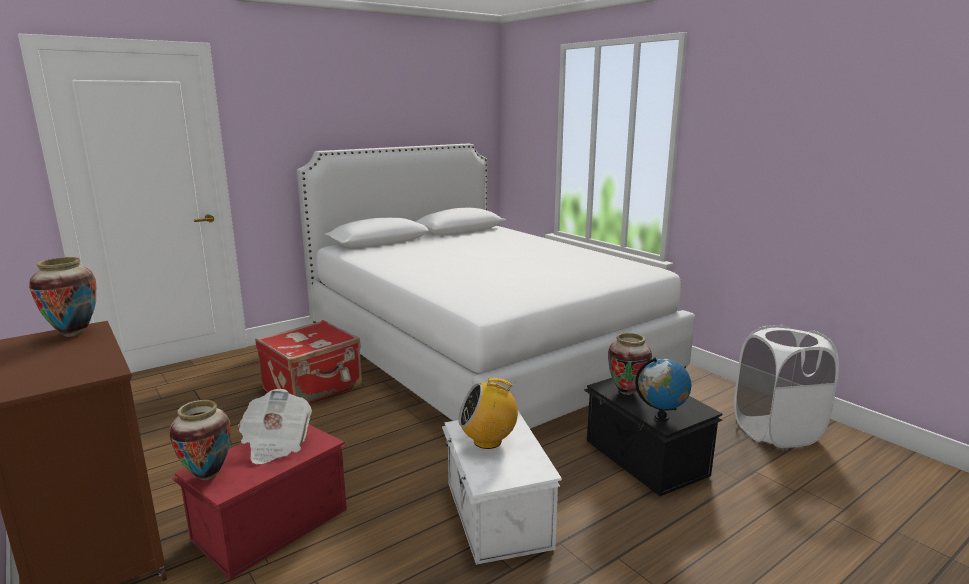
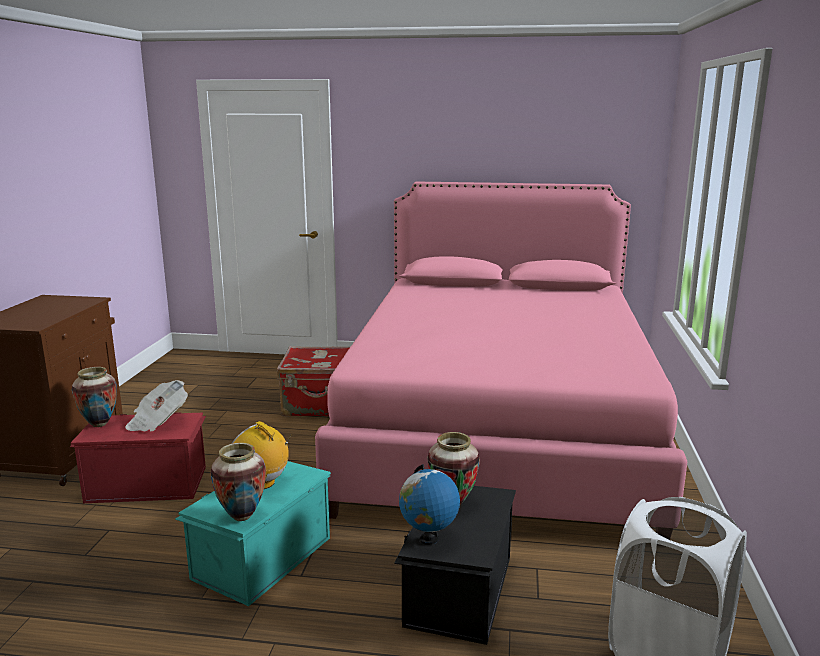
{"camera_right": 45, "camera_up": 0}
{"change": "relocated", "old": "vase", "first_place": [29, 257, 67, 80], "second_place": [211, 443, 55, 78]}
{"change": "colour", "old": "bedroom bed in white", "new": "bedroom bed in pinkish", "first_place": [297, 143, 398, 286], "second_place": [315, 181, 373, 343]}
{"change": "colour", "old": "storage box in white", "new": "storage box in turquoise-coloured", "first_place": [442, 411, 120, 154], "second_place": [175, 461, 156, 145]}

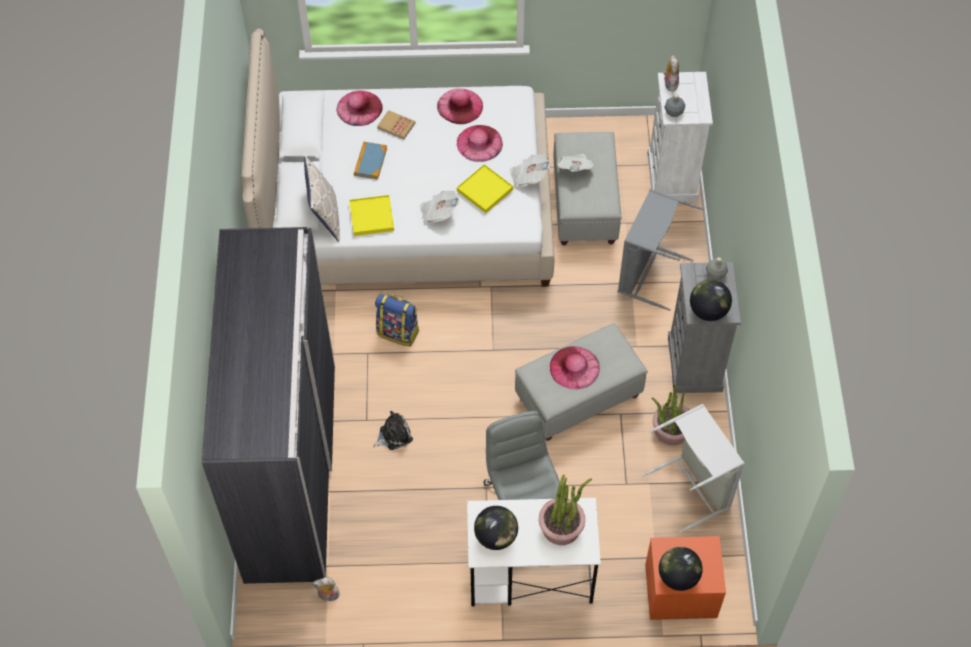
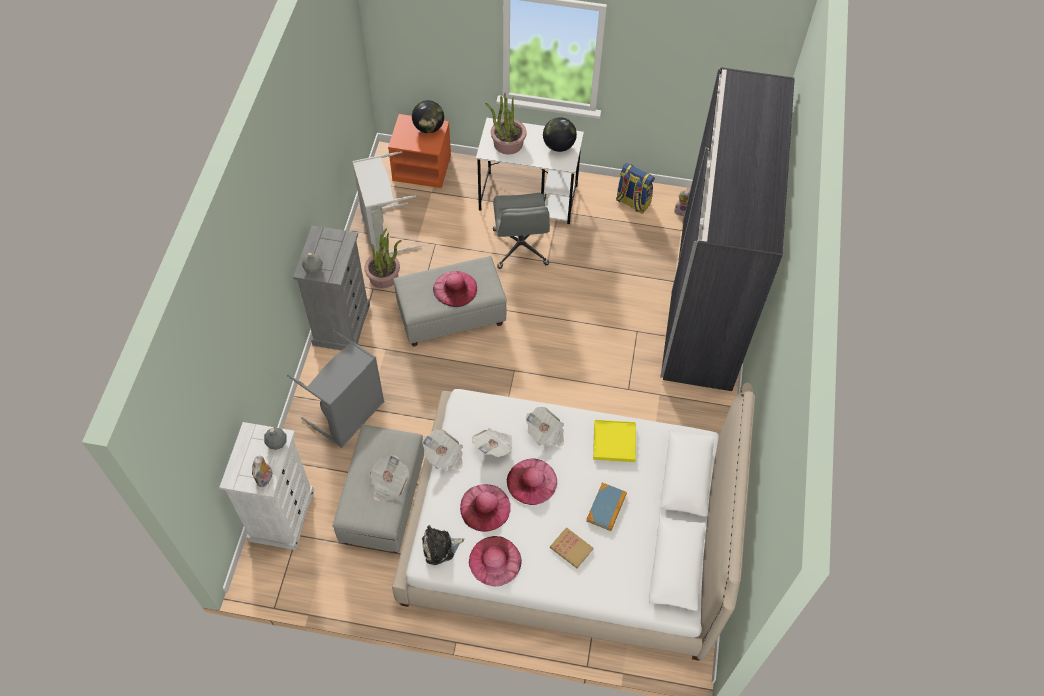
{"camera_right": -170, "camera_up": 0}
{"change": "missing", "old": "throw pillow", "first_place": [304, 156, 36, 86]}
{"change": "missing", "old": "desk globe", "first_place": [690, 279, 42, 42]}
{"change": "relocated", "old": "hat in pinkish", "first_place": [337, 91, 46, 35], "second_place": [507, 458, 50, 47]}
{"change": "relocated", "old": "cuddly toy", "first_place": [373, 411, 40, 39], "second_place": [422, 525, 42, 40]}
{"change": "relocated", "old": "rucksack", "first_place": [375, 294, 44, 53], "second_place": [616, 163, 39, 51]}
{"change": "exchanged", "old": "serving tray in yellow", "new": "newspaper", "first_place": [457, 164, 56, 49], "second_place": [472, 428, 40, 29]}

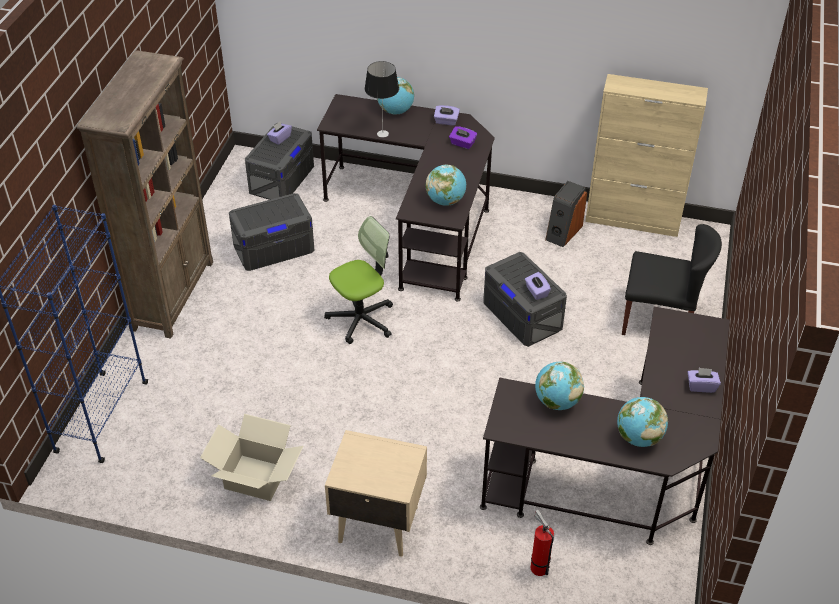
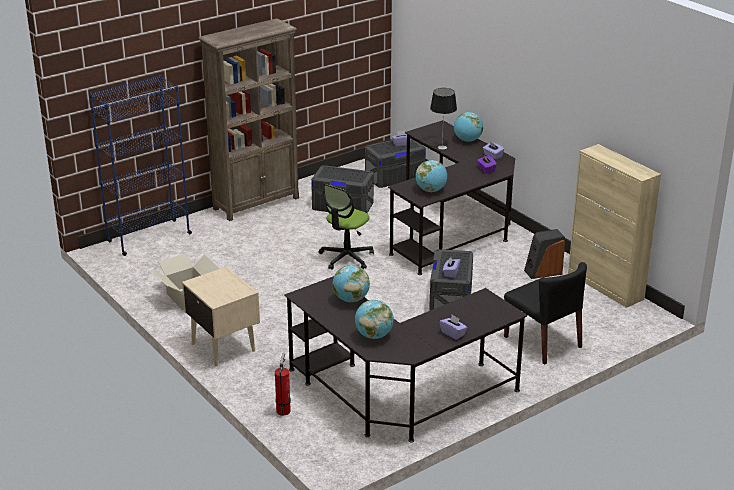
{"camera_right": 40, "camera_up": -15}
{"change": "spun", "old": "computer chair", "first_place": [324, 216, 69, 128], "second_place": [319, 184, 55, 86], "degrees": 120}

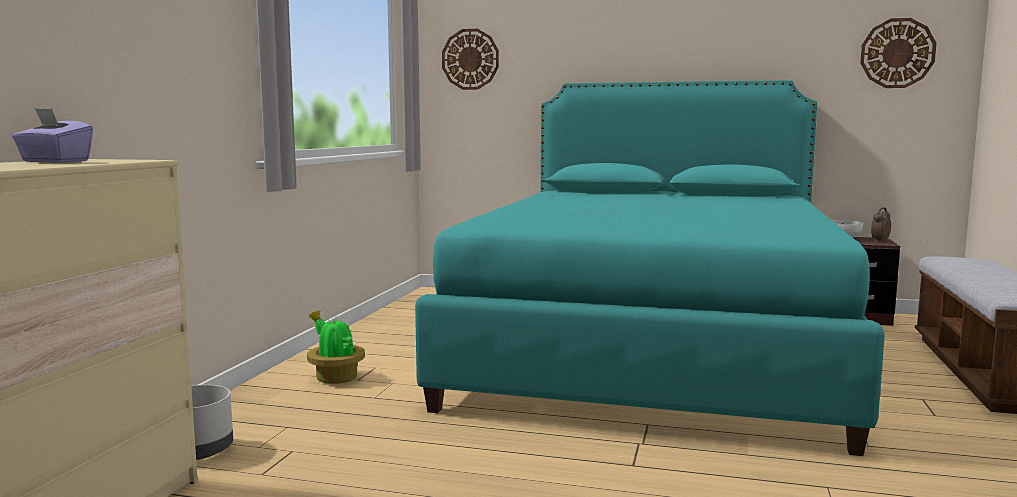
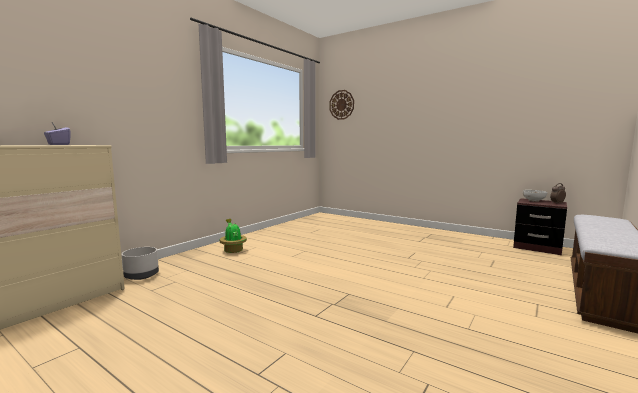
{"camera_right": 20, "camera_up": 0}
{"change": "missing", "old": "bedroom bed in turquoise-coloured", "first_place": [415, 80, 470, 376]}
{"change": "missing", "old": "hanging clock", "first_place": [860, 18, 76, 70]}

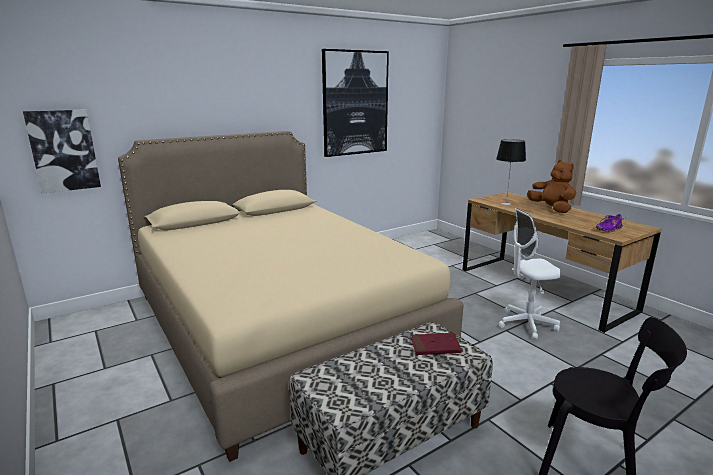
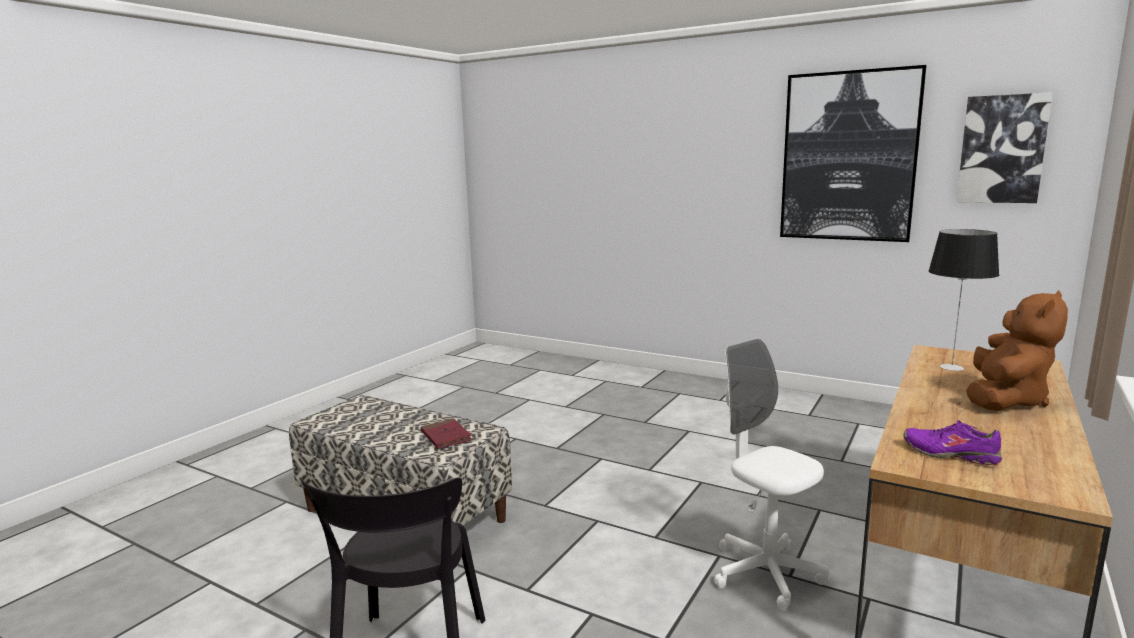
{"camera_right": 65, "camera_up": -5}
{"change": "missing", "old": "bedroom bed in beige-coloured", "first_place": [118, 131, 345, 331]}
{"change": "relocated", "old": "picture", "first_place": [23, 109, 78, 84], "second_place": [956, 92, 97, 111]}

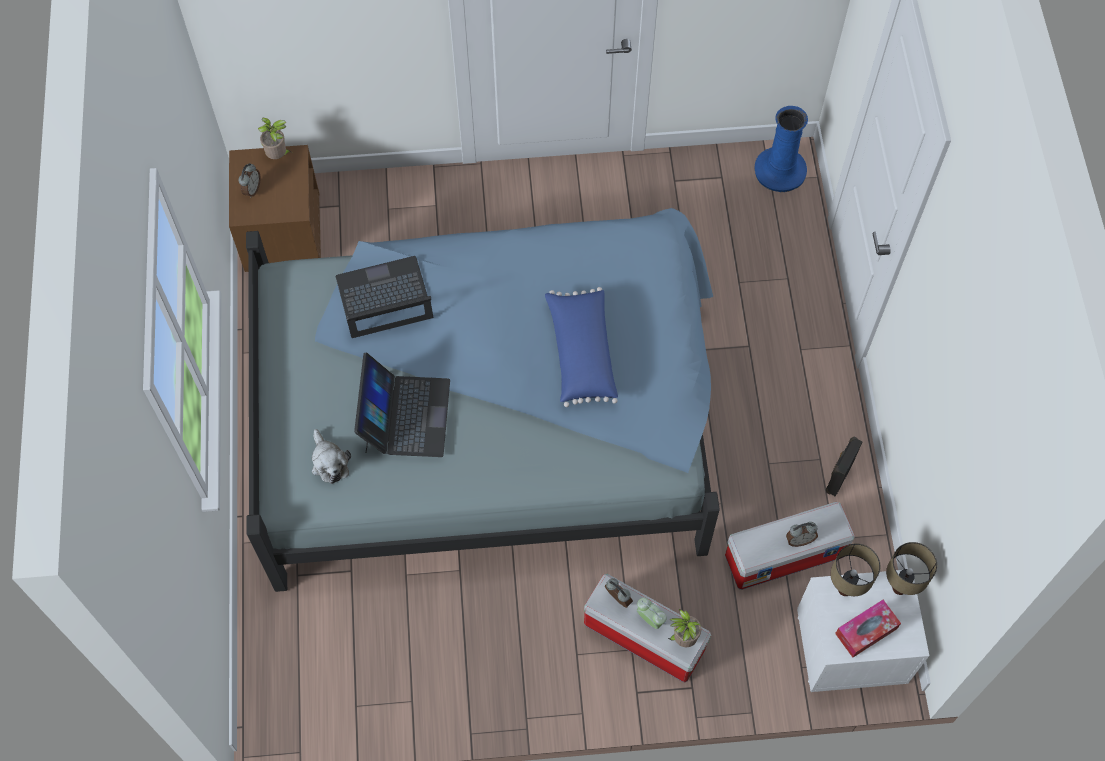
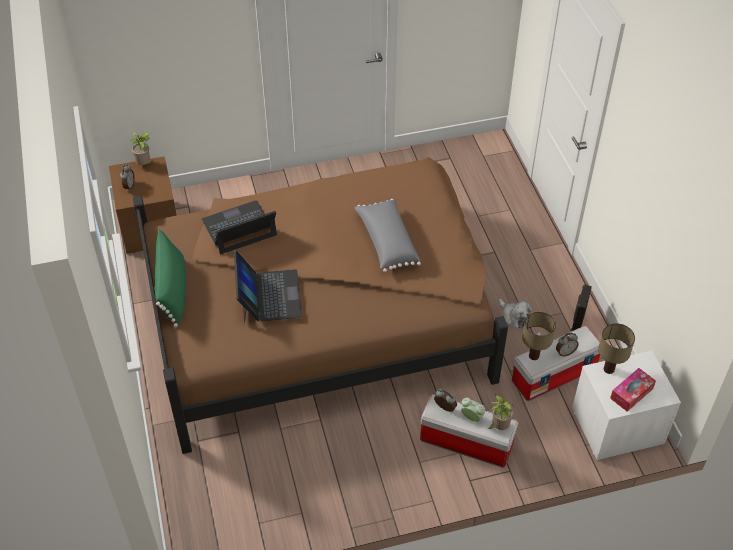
{"camera_right": -10, "camera_up": -15}
{"change": "missing", "old": "vase in bluish", "first_place": [755, 106, 53, 86]}
{"change": "appeared", "new": "throw pillow in green-coloured", "second_place": [155, 229, 31, 98]}
{"change": "relocated", "old": "cuddly toy", "first_place": [312, 429, 39, 55], "second_place": [499, 298, 33, 30]}
{"change": "relocated", "old": "tabletop lamp", "first_place": [886, 542, 51, 53], "second_place": [522, 312, 34, 48]}
{"change": "colour", "old": "bedroom bed in bluish", "new": "bedroom bed in brown-coloured", "first_place": [246, 208, 474, 384], "second_place": [133, 157, 375, 297]}
{"change": "colour", "old": "throw pillow in bluish", "new": "throw pillow in gray", "first_place": [545, 287, 73, 120], "second_place": [355, 199, 66, 73]}

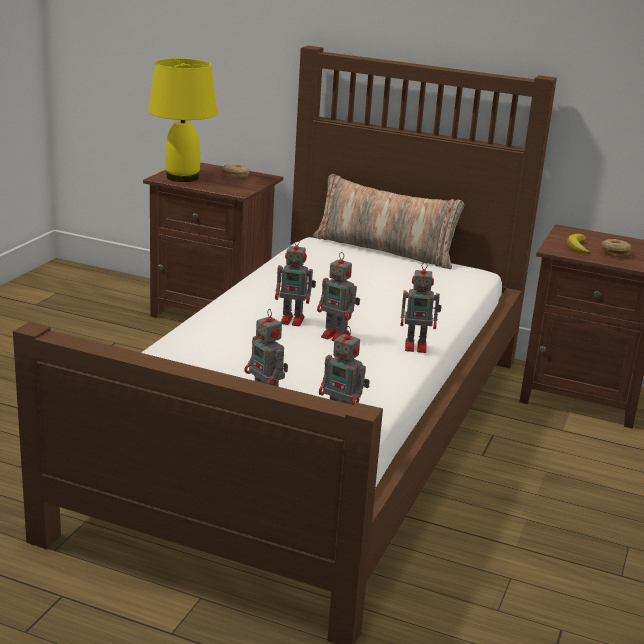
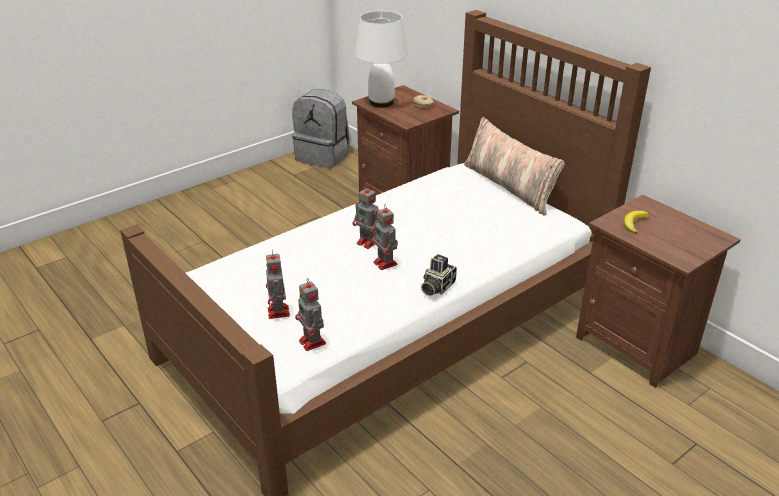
{"camera_right": 30, "camera_up": 10}
{"change": "missing", "old": "donut", "first_place": [601, 239, 30, 18]}
{"change": "appeared", "new": "rucksack in gray", "second_place": [292, 90, 58, 78]}
{"change": "exchanged", "old": "model robot", "new": "still camera", "first_place": [400, 262, 41, 91], "second_place": [421, 254, 36, 42]}
{"change": "colour", "old": "tabletop lamp in yellow", "new": "tabletop lamp in white", "first_place": [148, 58, 69, 124], "second_place": [355, 11, 52, 97]}

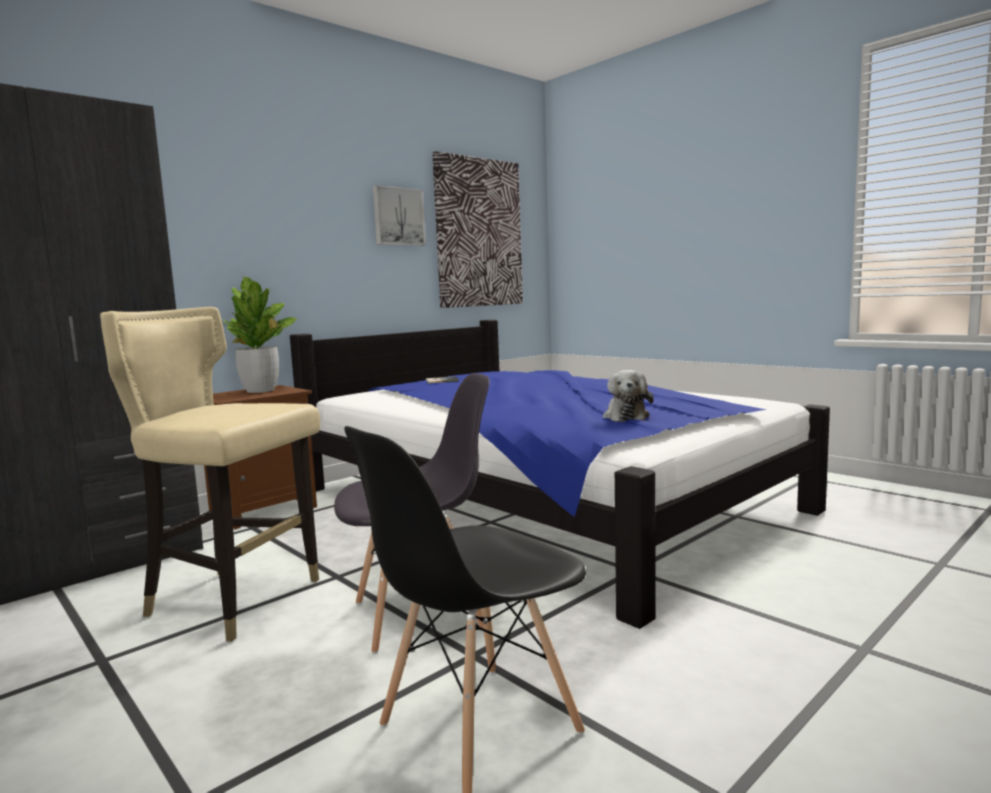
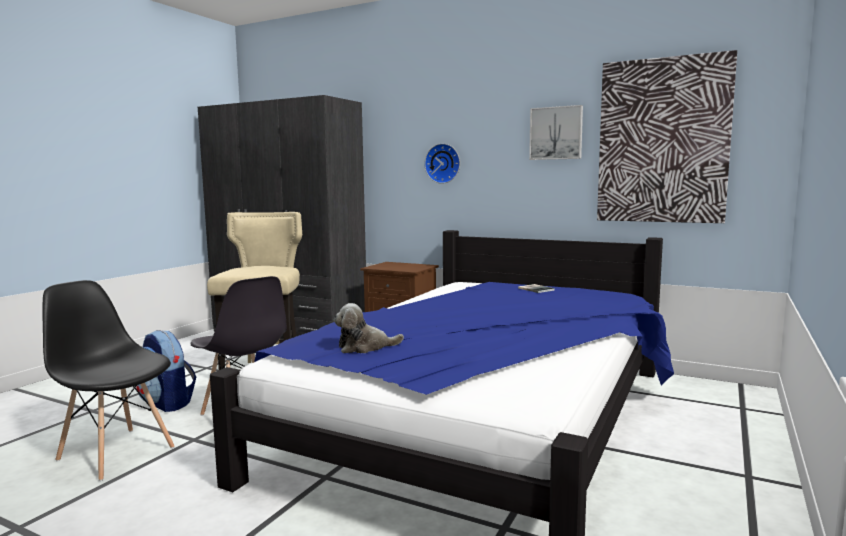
{"camera_right": 70, "camera_up": 0}
{"change": "missing", "old": "houseplant", "first_place": [223, 277, 74, 116]}
{"change": "appeared", "new": "rucksack", "second_place": [136, 330, 60, 82]}
{"change": "appeared", "new": "hanging clock", "second_place": [424, 143, 36, 41]}

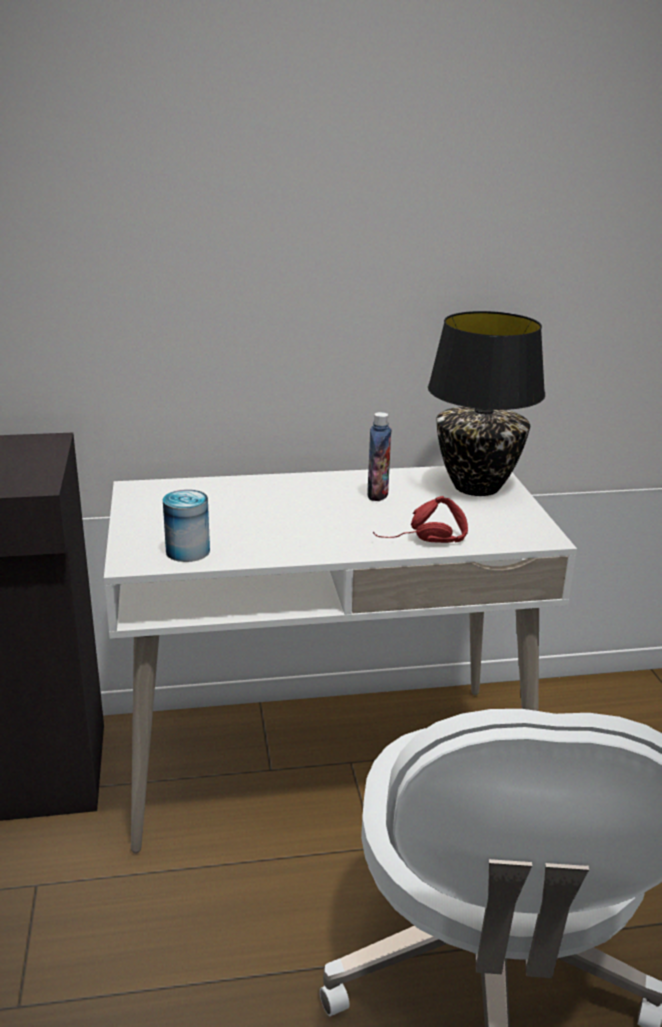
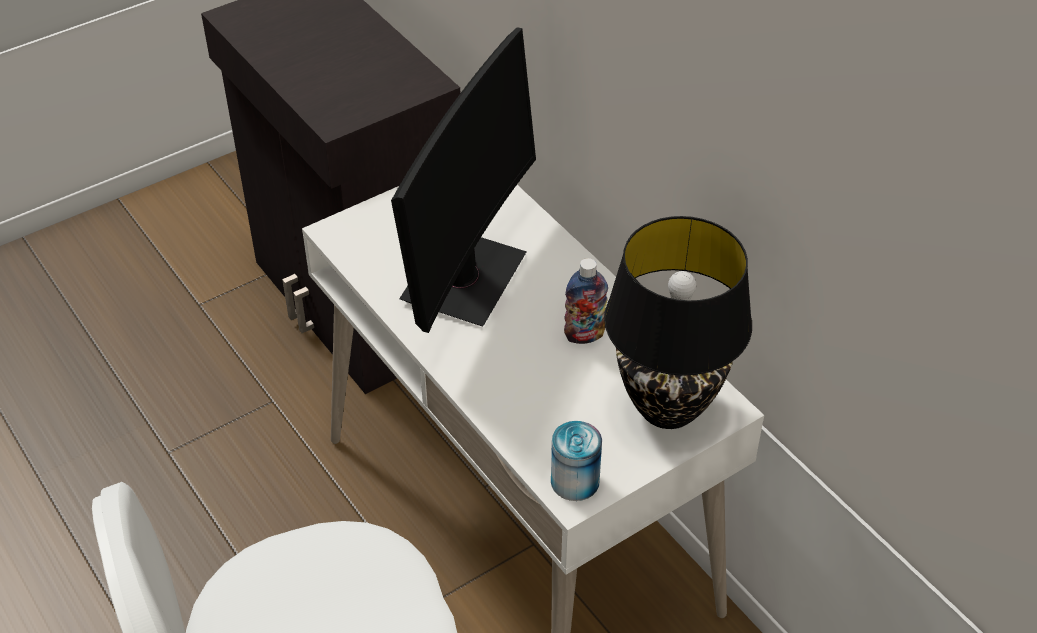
{"camera_right": 65, "camera_up": 20}
{"change": "missing", "old": "headphones in red", "first_place": [373, 496, 95, 47]}
{"change": "appeared", "new": "monitor", "second_place": [391, 27, 145, 306]}
{"change": "relocated", "old": "can", "first_place": [163, 489, 47, 73], "second_place": [551, 421, 51, 80]}

